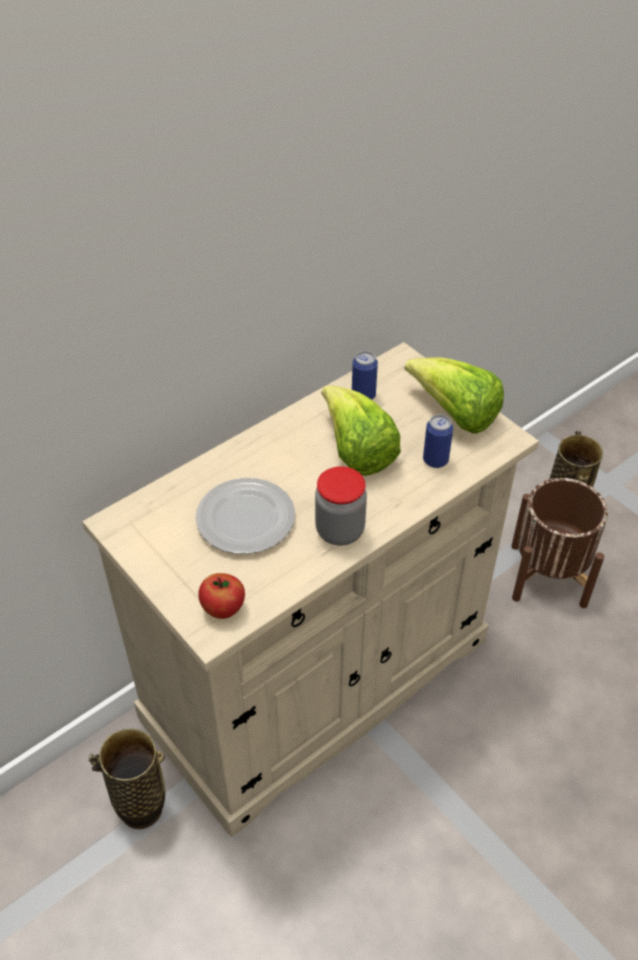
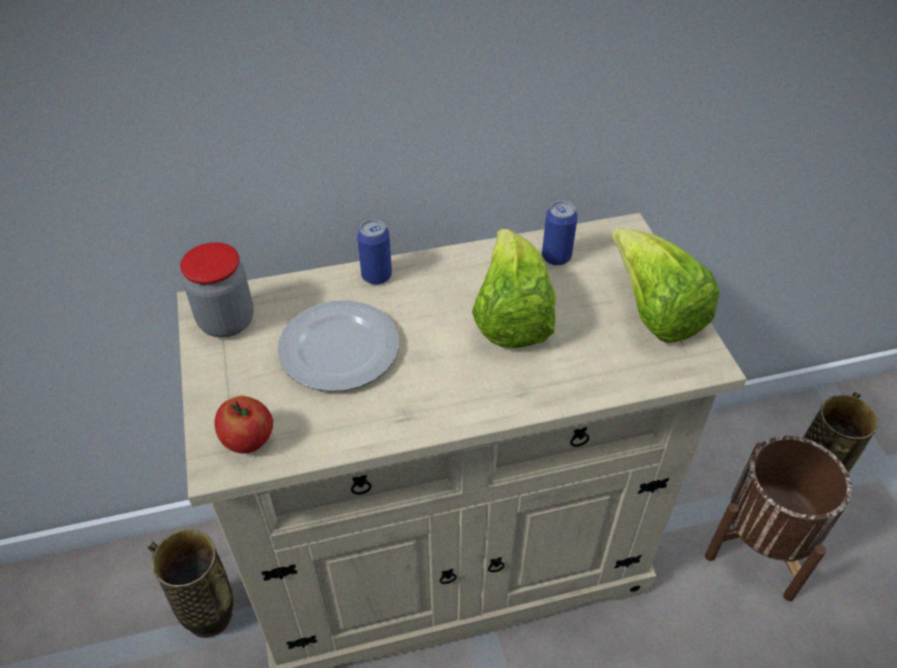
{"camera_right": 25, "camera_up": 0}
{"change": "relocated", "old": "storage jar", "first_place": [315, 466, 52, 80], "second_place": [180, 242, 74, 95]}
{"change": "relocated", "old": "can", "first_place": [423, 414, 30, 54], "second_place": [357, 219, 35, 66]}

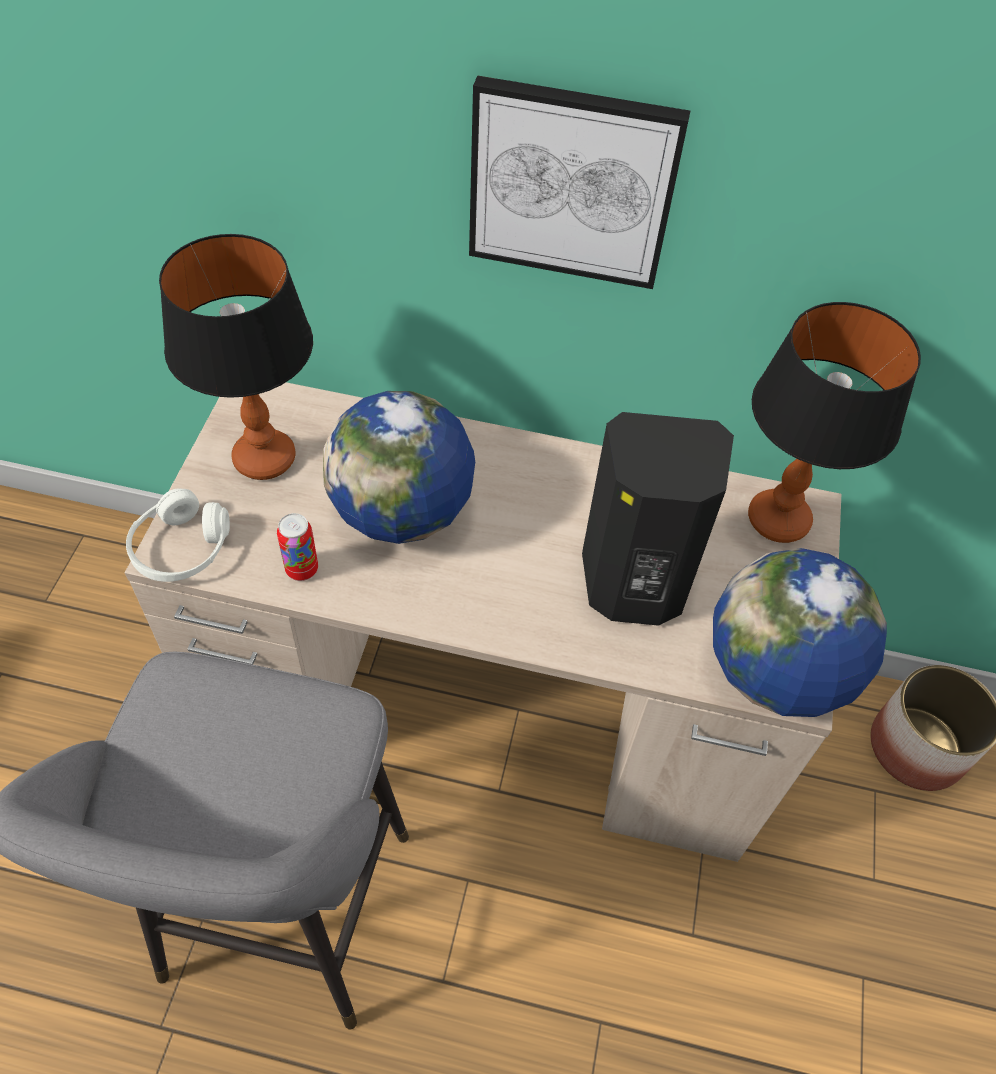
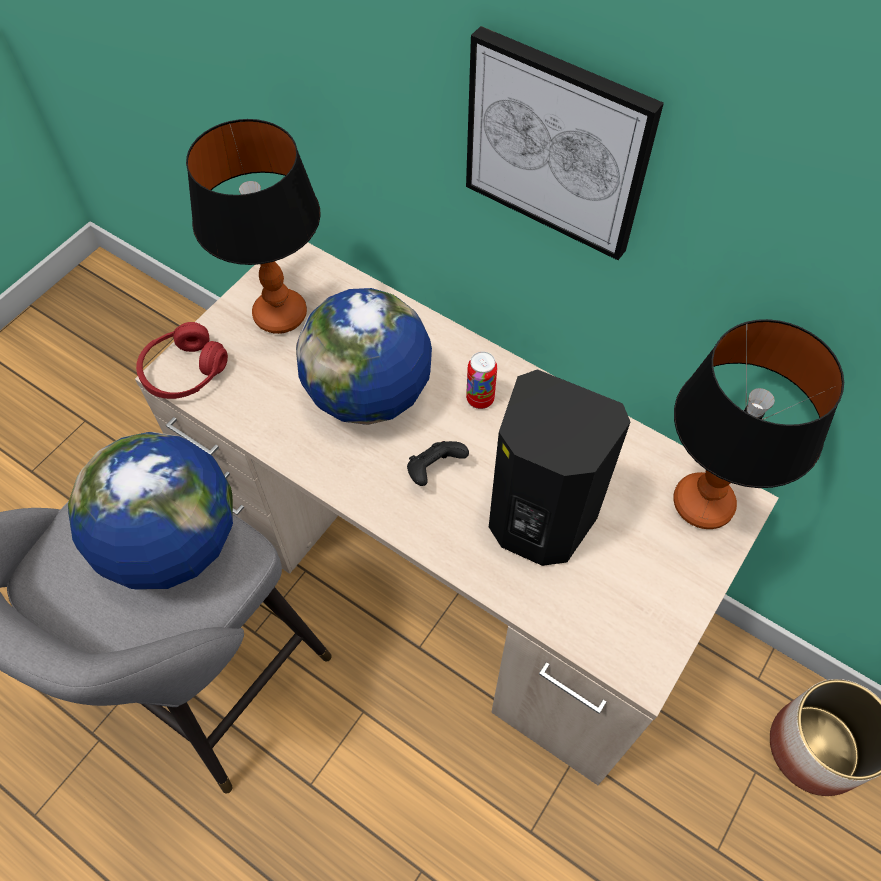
{"camera_right": 25, "camera_up": 5}
{"change": "appeared", "new": "joypad in black-coloured", "second_place": [407, 441, 62, 45]}
{"change": "relocated", "old": "can", "first_place": [277, 513, 41, 68], "second_place": [466, 352, 31, 57]}
{"change": "relocated", "old": "desk globe", "first_place": [713, 548, 174, 169], "second_place": [68, 432, 165, 158]}
{"change": "colour", "old": "headphones in white", "new": "headphones in red", "first_place": [126, 488, 104, 94], "second_place": [136, 322, 92, 77]}

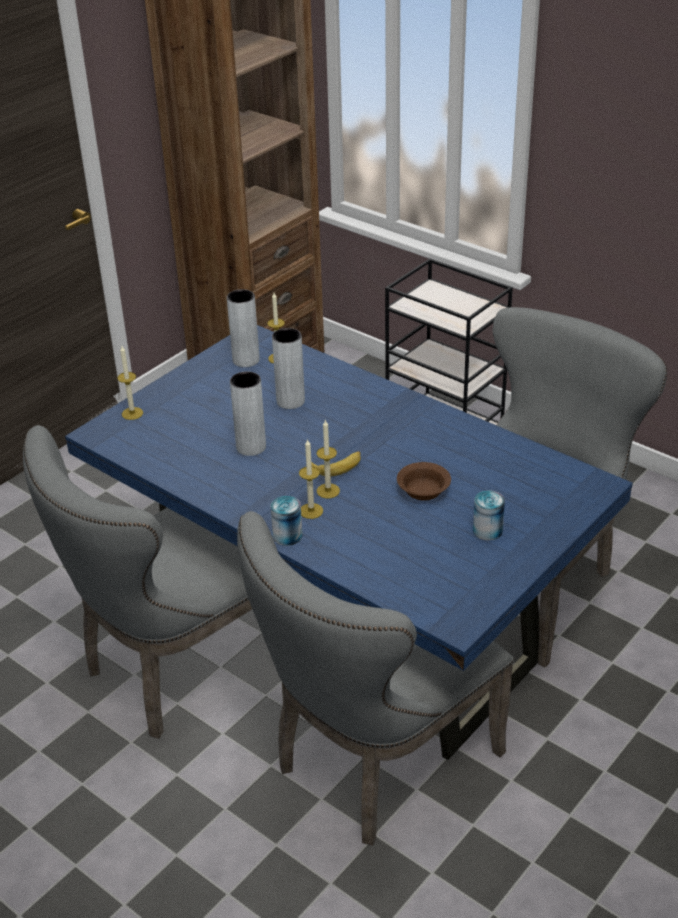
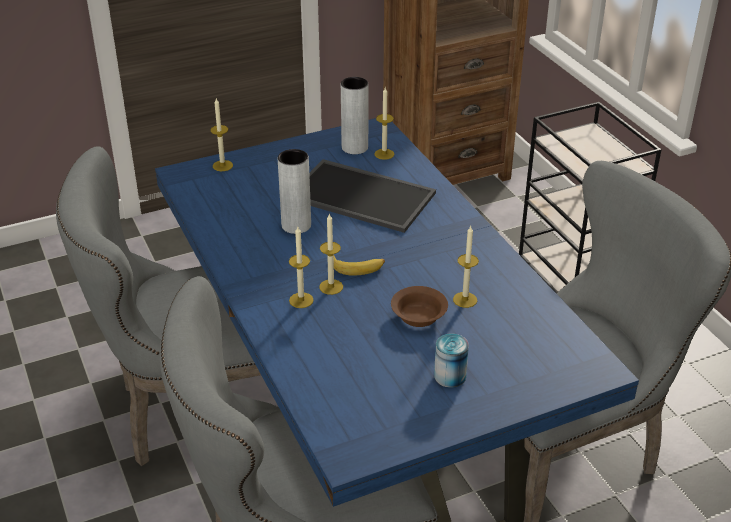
{"camera_right": 25, "camera_up": 0}
{"change": "missing", "old": "can", "first_place": [270, 496, 32, 50]}
{"change": "appeared", "new": "candle", "second_place": [453, 226, 26, 82]}
{"change": "exchanged", "old": "vase in gray", "new": "serving tray", "first_place": [272, 328, 33, 81], "second_place": [309, 159, 127, 74]}

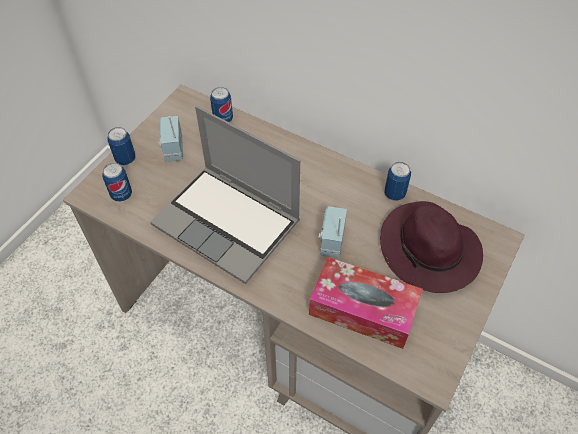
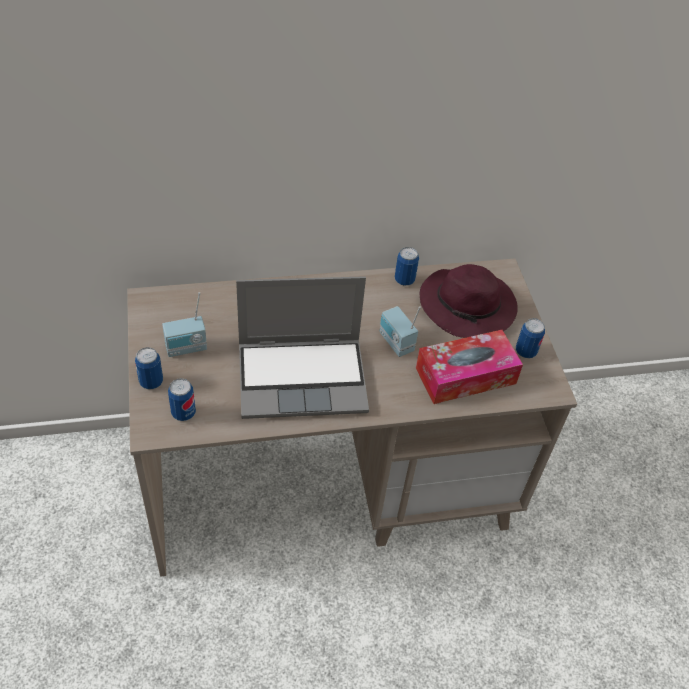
{"camera_right": -45, "camera_up": -5}
{"change": "relocated", "old": "can", "first_place": [210, 87, 23, 35], "second_place": [516, 318, 29, 40]}
{"change": "spun", "old": "radio receiver", "first_place": [158, 116, 25, 46], "second_place": [162, 292, 45, 65], "degrees": -60}

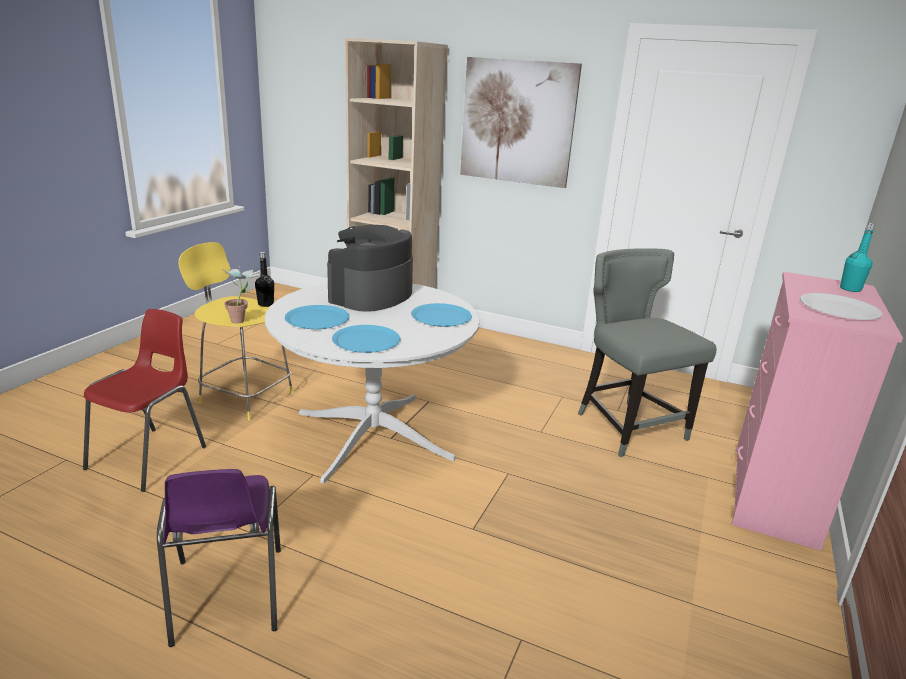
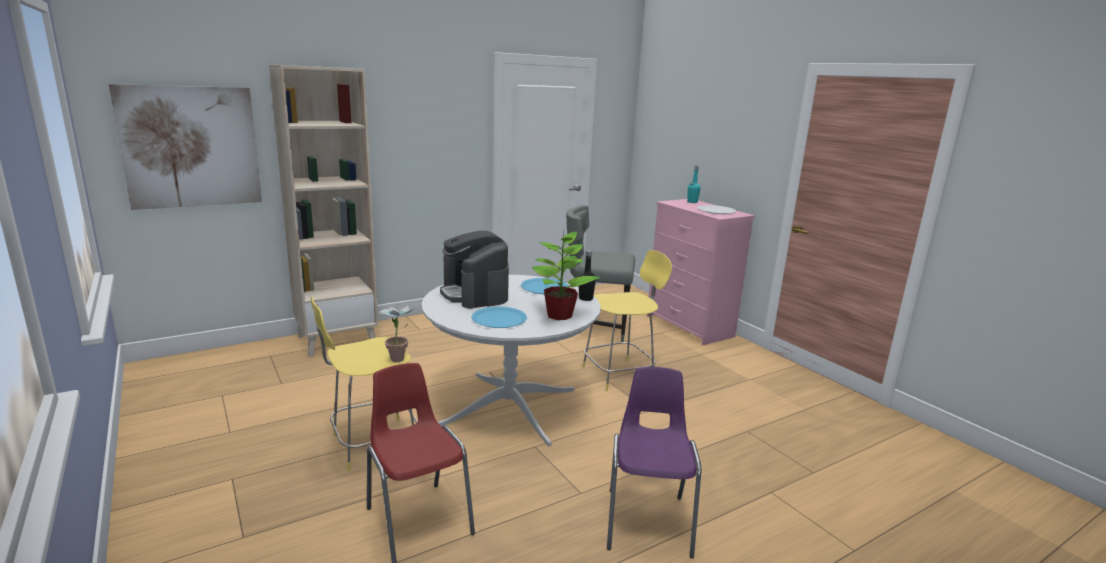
{"camera_right": -55, "camera_up": -5}
{"change": "appeared", "new": "sitting stool in yellow", "second_place": [582, 250, 90, 141]}
{"change": "relocated", "old": "beverage bottle in black-coloured", "first_place": [255, 252, 19, 55], "second_place": [579, 250, 17, 51]}
{"change": "relocated", "old": "picture", "first_place": [460, 57, 122, 131], "second_place": [109, 84, 153, 126]}
{"change": "exchanged", "old": "flat dish in bluish", "new": "houseplant", "first_place": [332, 325, 68, 28], "second_place": [532, 231, 69, 89]}
{"change": "spun", "old": "upright chair in purple-coloured", "first_place": [157, 469, 124, 178], "second_place": [607, 367, 94, 192], "degrees": -105}

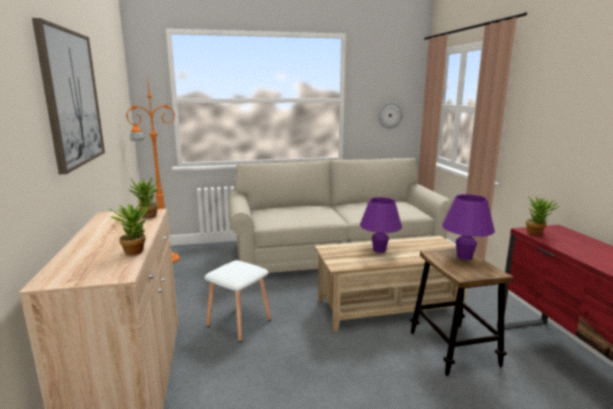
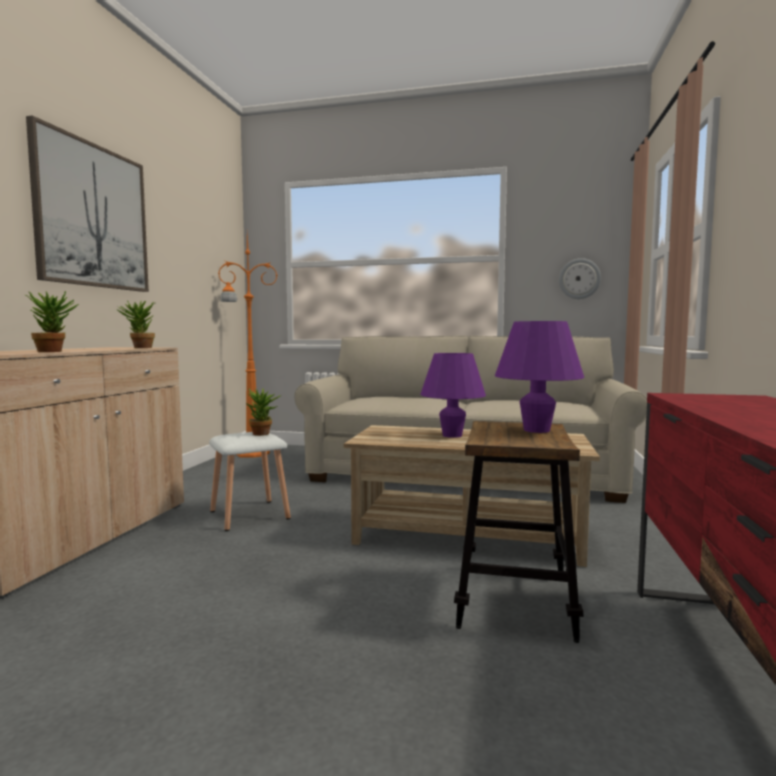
{"camera_right": 25, "camera_up": -10}
{"change": "relocated", "old": "houseplant", "first_place": [526, 196, 33, 39], "second_place": [246, 388, 35, 48]}

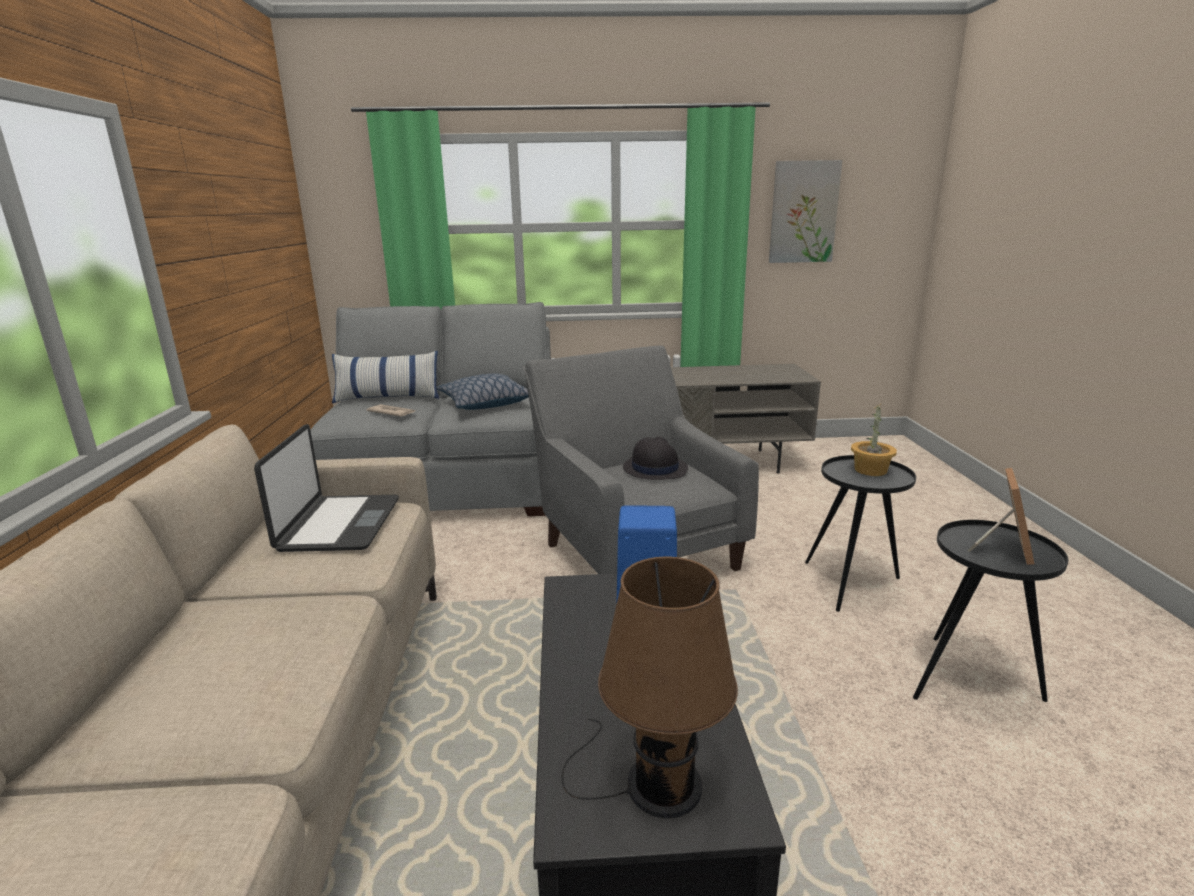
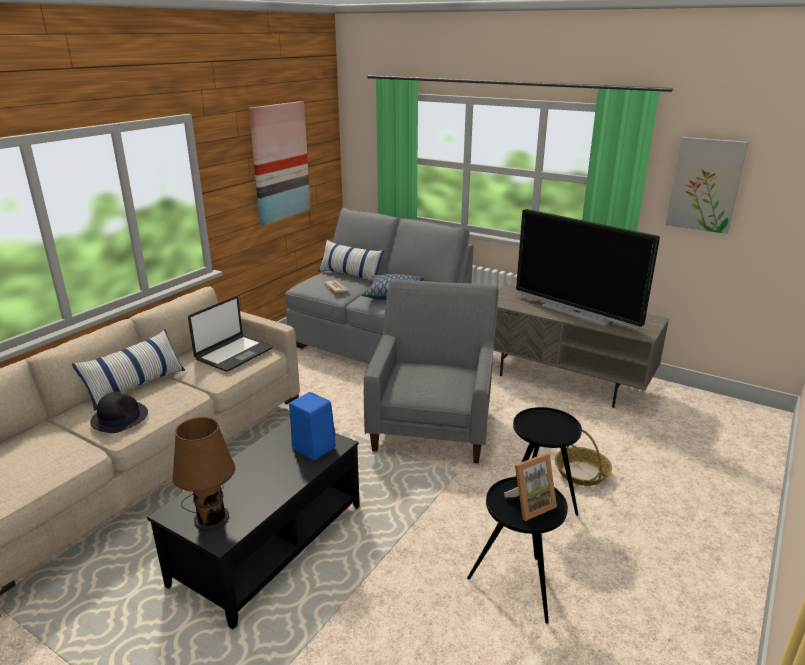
{"camera_right": 35, "camera_up": 5}
{"change": "missing", "old": "houseplant", "first_place": [851, 403, 46, 73]}
{"change": "appeared", "new": "throw pillow", "second_place": [72, 329, 113, 82]}
{"change": "appeared", "new": "picture", "second_place": [249, 101, 62, 124]}
{"change": "appeared", "new": "TV", "second_place": [516, 209, 144, 120]}
{"change": "appeared", "new": "basket", "second_place": [554, 429, 58, 57]}
{"change": "relocated", "old": "hat in black-coloured", "first_place": [623, 437, 65, 43], "second_place": [90, 391, 58, 42]}

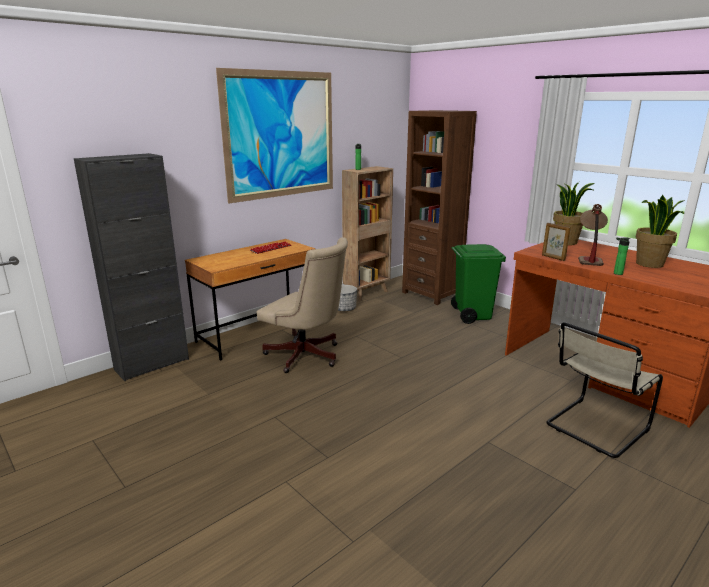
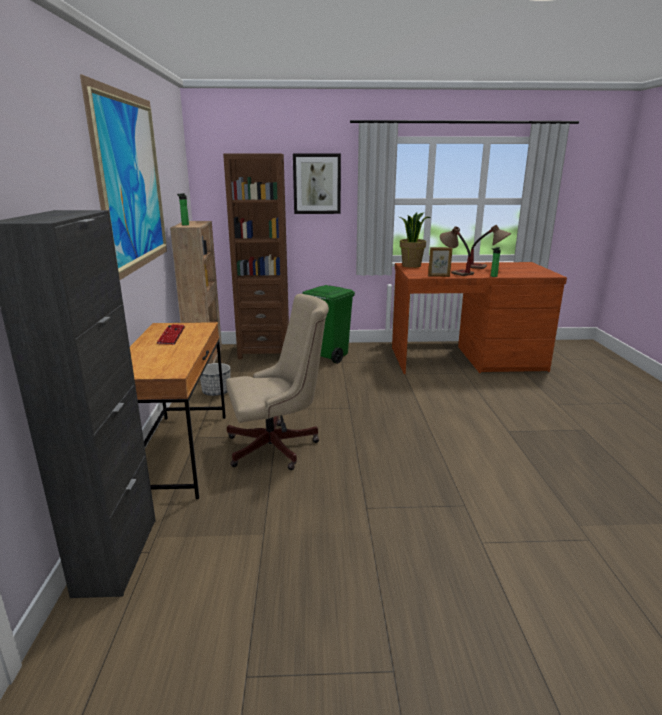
{"camera_right": -50, "camera_up": 0}
{"change": "missing", "old": "upright chair in beige-coloured", "first_place": [546, 322, 117, 136]}
{"change": "appeared", "new": "picture", "second_place": [293, 153, 48, 61]}
{"change": "exchanged", "old": "houseplant", "new": "tabletop lamp", "first_place": [635, 195, 50, 73], "second_place": [470, 225, 41, 44]}

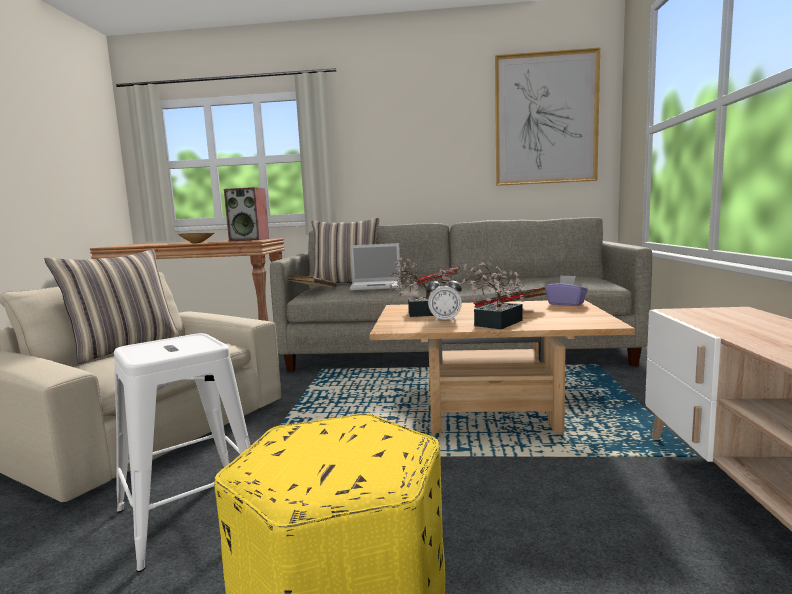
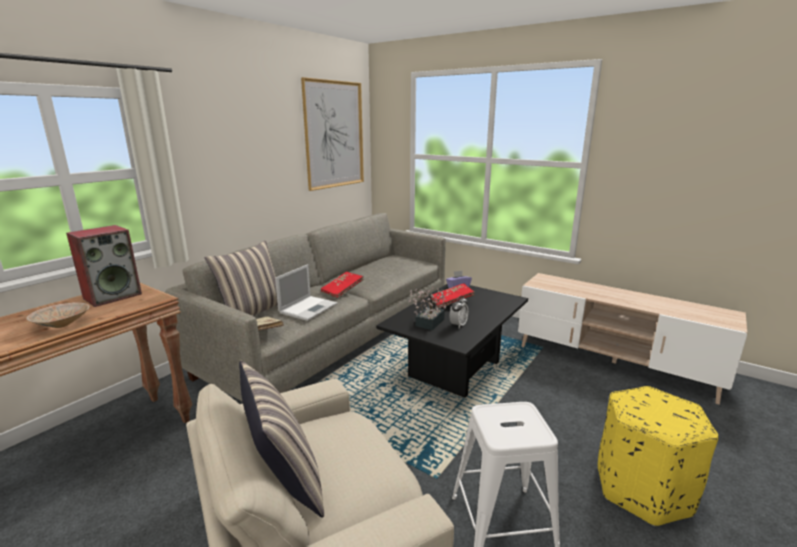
{"camera_right": -60, "camera_up": 10}
{"change": "missing", "old": "houseplant", "first_place": [461, 262, 63, 67]}
{"change": "colour", "old": "coffee table in beige-coloured", "new": "coffee table in black-coloured", "first_place": [370, 300, 265, 133], "second_place": [376, 284, 152, 114]}

